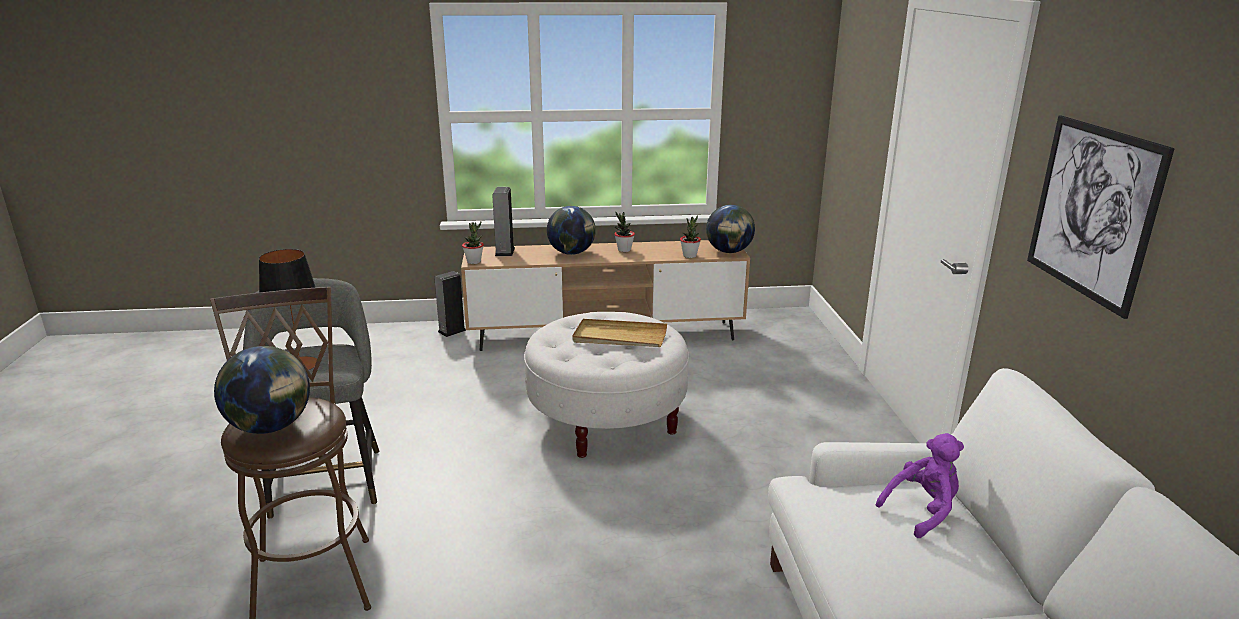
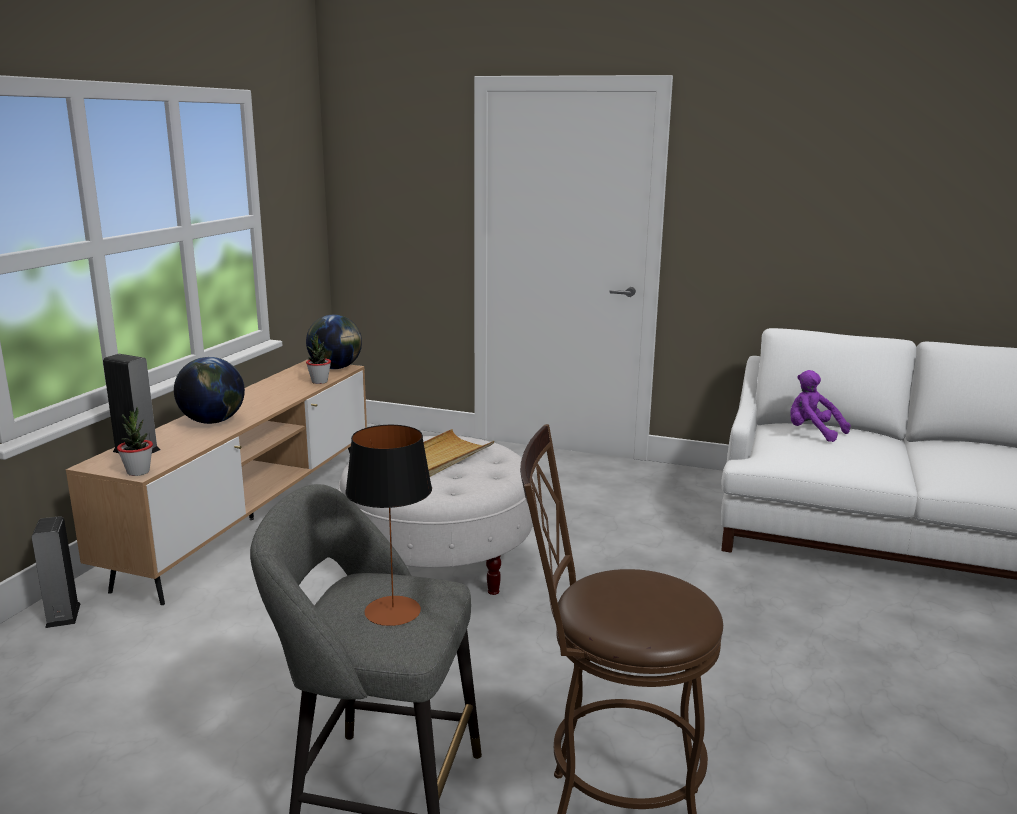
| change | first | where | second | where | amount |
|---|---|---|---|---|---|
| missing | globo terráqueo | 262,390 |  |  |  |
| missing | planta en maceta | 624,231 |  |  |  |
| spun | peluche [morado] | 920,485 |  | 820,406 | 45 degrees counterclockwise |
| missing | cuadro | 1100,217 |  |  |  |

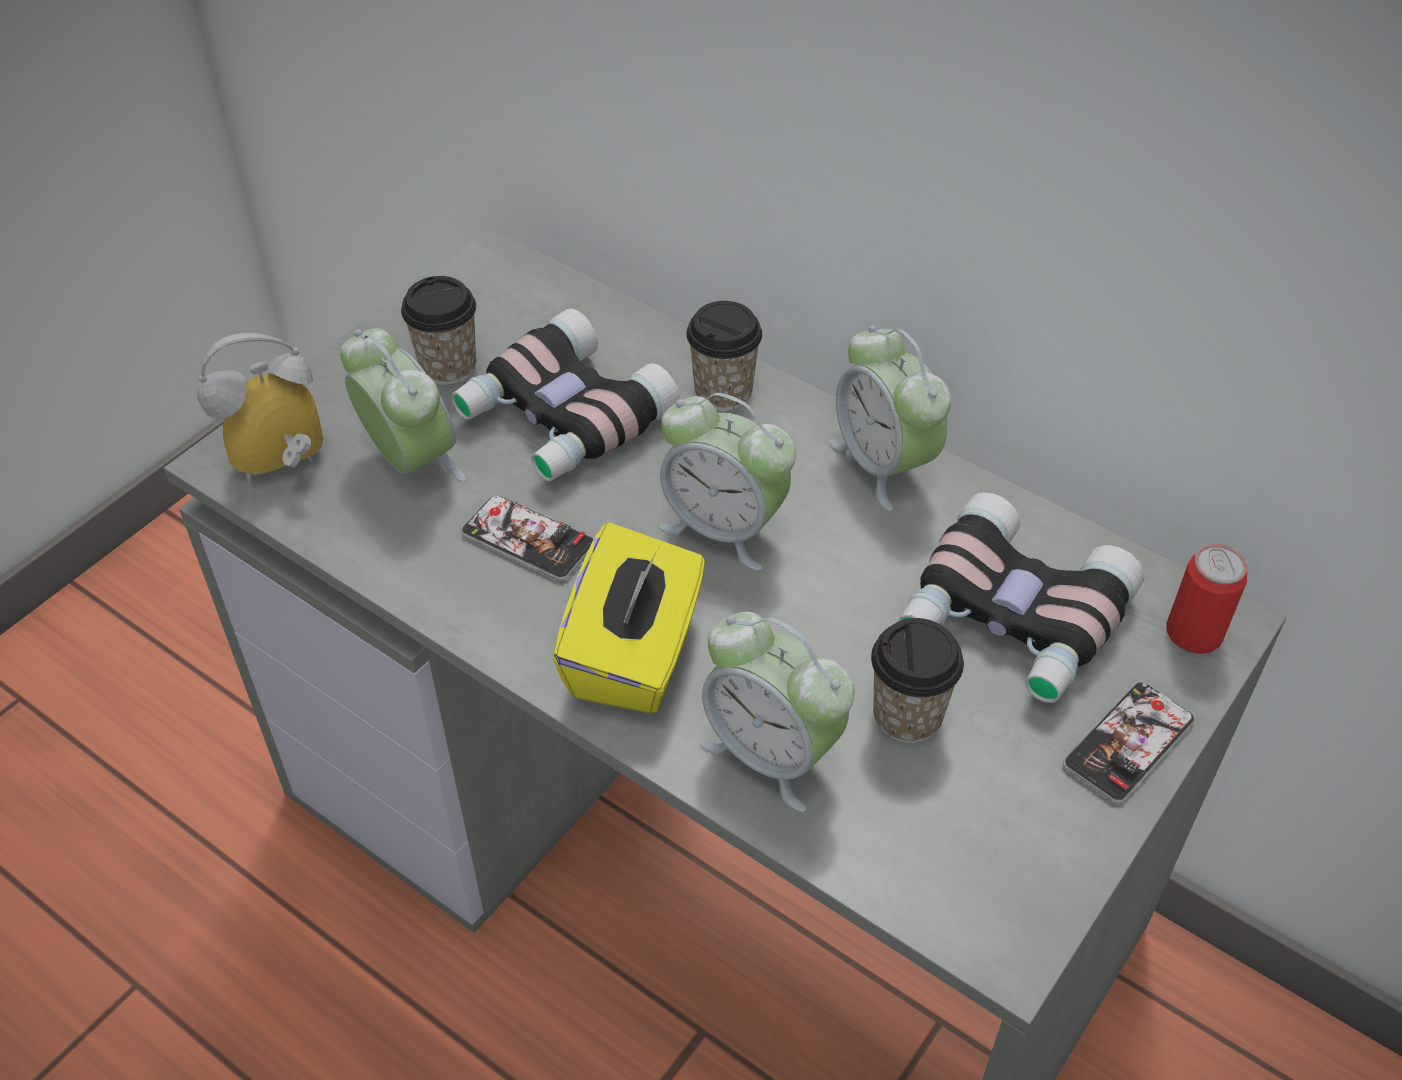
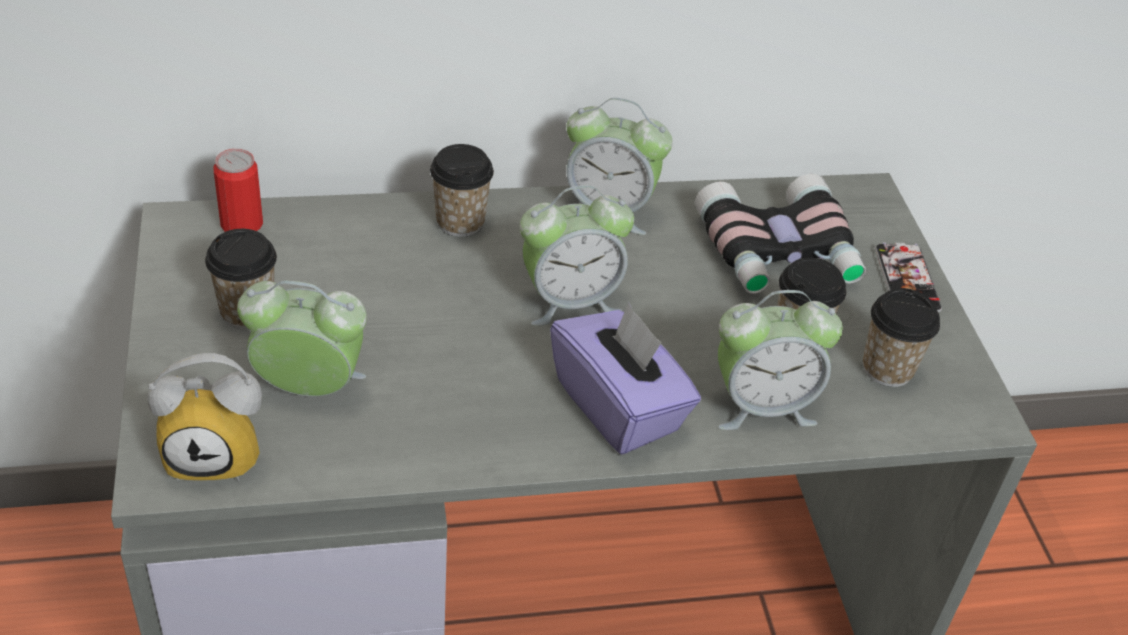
| change | first | where | second | where | amount |
|---|---|---|---|---|---|
| spun | despertador | 260,409 |  | 204,417 | 105 degrees counterclockwise |
| missing | prismáticos | 565,394 |  |  |  |
| missing | móvil | 527,537 |  |  |  |
| colour | caja de pañuelos [amarillo] | 629,618 | caja de pañuelos [morado] | 625,379 |  |
| relocated | lata | 1207,599 |  | 238,190 |  |
| appeared |  |  | taza | 901,337 |  |

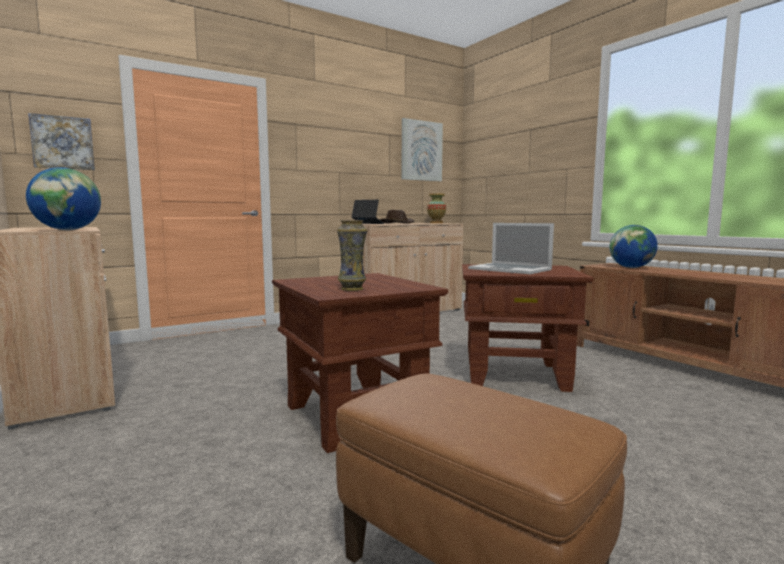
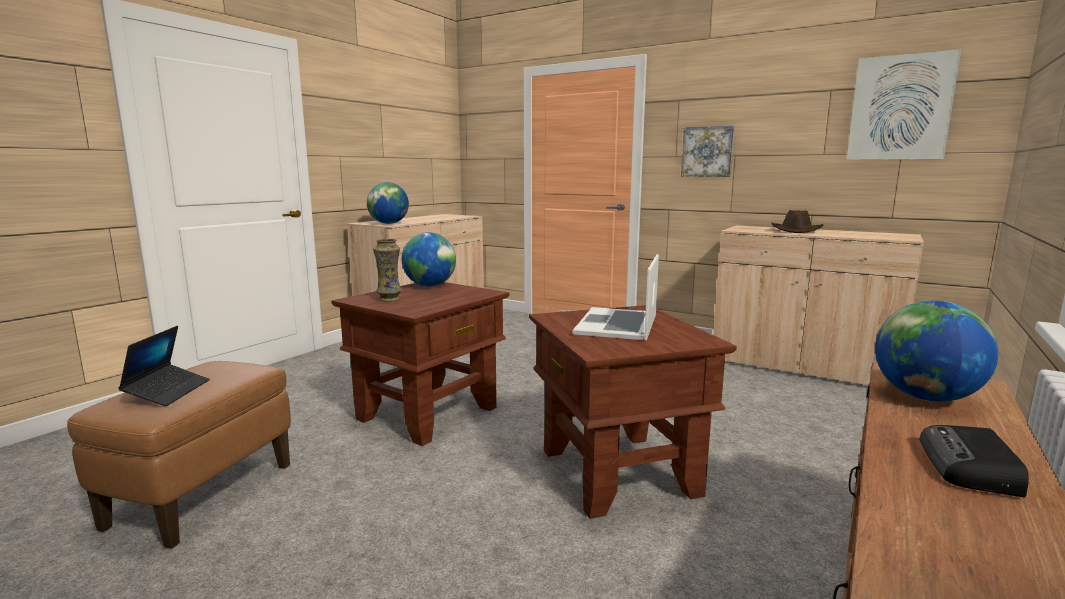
| change | first | where | second | where | amount |
|---|---|---|---|---|---|
| relocated | cuadro | 61,141 |  | 707,151 |  |
| relocated | portátil | 367,212 |  | 164,366 |  |
| missing | florero | 436,208 |  |  |  |
| appeared |  |  | globo terráqueo | 429,259 |  |
| appeared |  |  | radio | 974,461 |  |

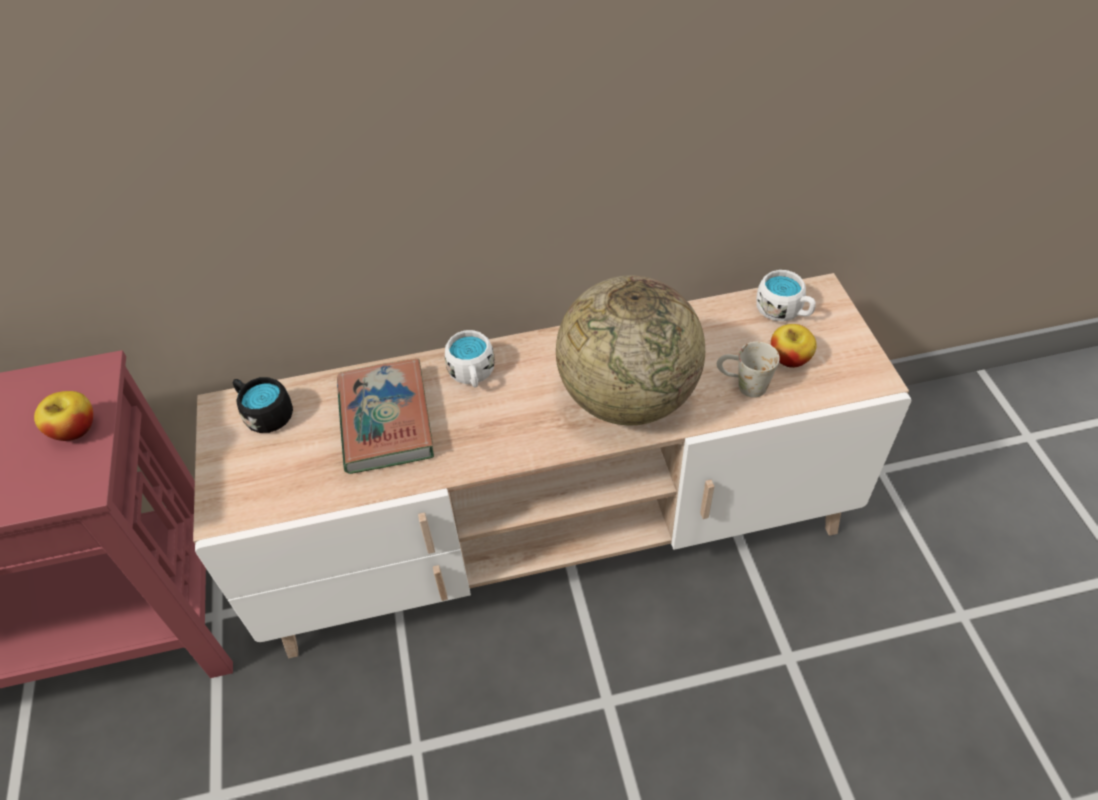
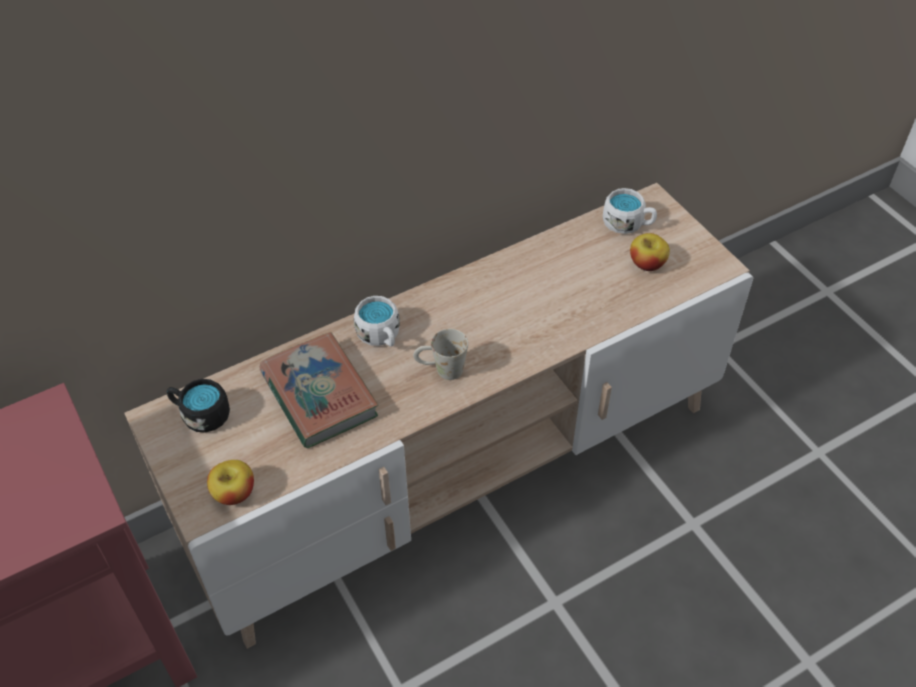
| change | first | where | second | where | amount |
|---|---|---|---|---|---|
| relocated | manzana | 63,416 |  | 230,482 |  |
| missing | globo terráqueo | 630,350 |  |  |  |
| relocated | taza grande [blanco] | 748,370 |  | 440,354 |  |

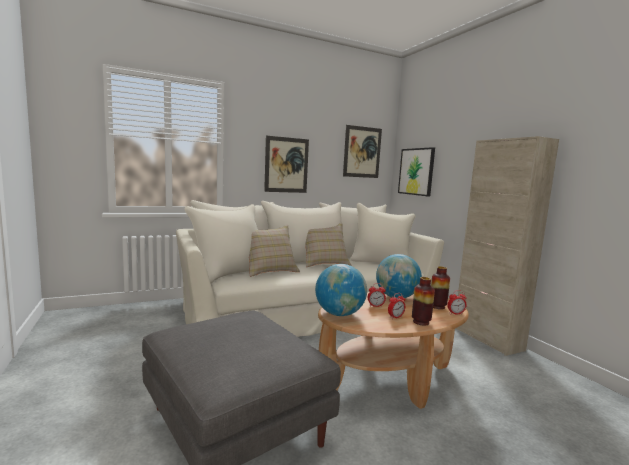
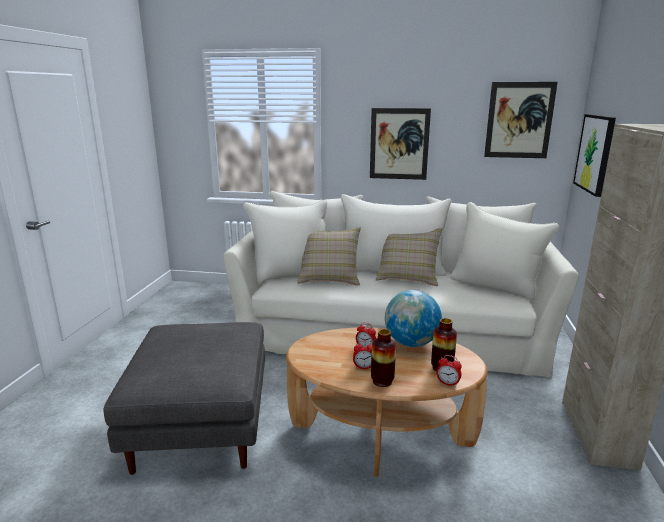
| change | first | where | second | where | amount |
|---|---|---|---|---|---|
| missing | globo terráqueo | 341,290 |  |  |  |

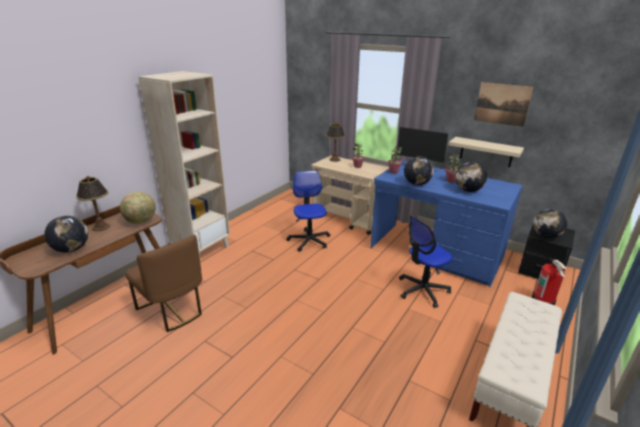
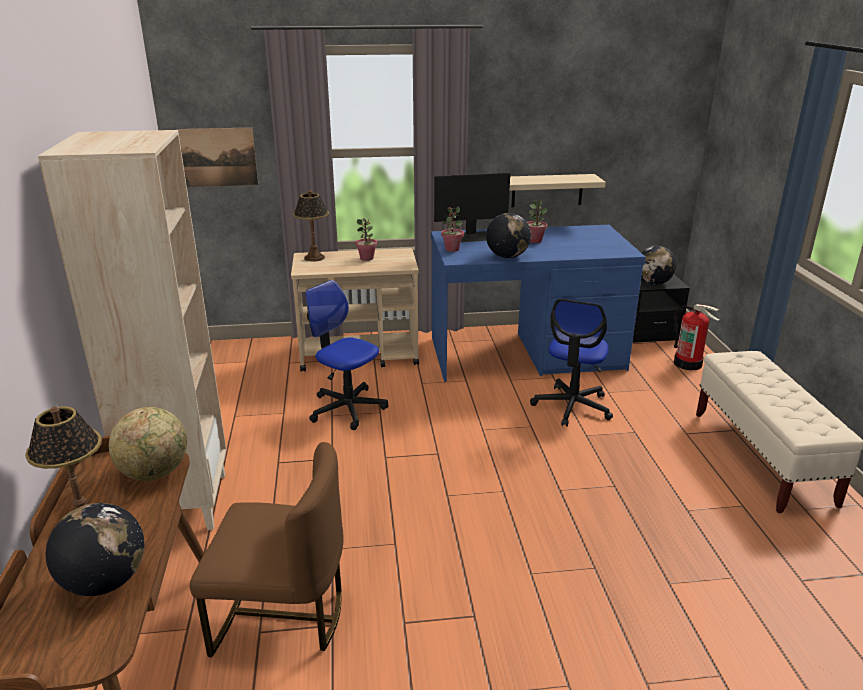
| change | first | where | second | where | amount |
|---|---|---|---|---|---|
| missing | globo terráqueo | 471,177 |  |  |  |
| relocated | cuadro | 503,104 |  | 218,157 |  |

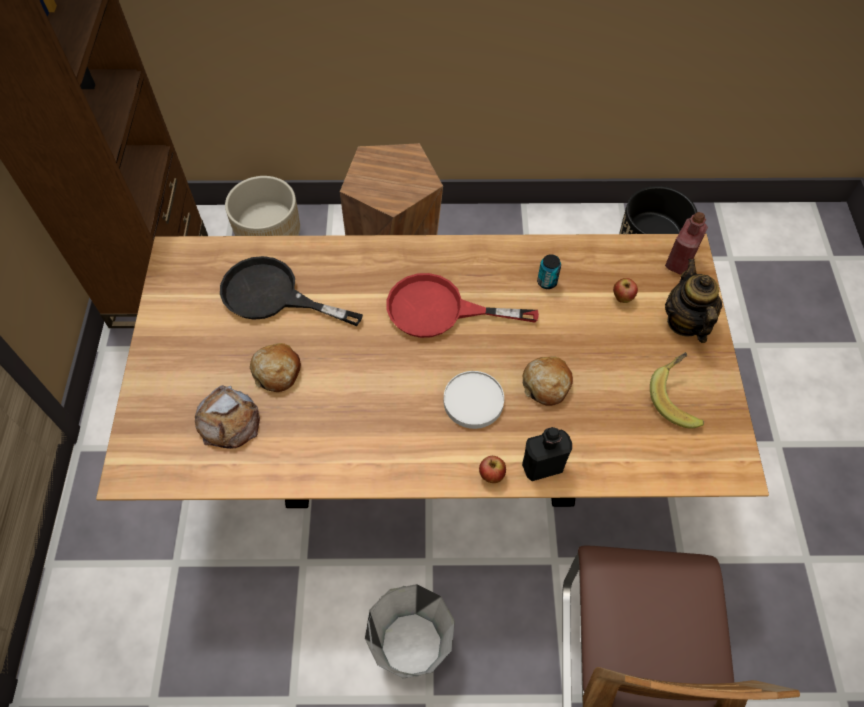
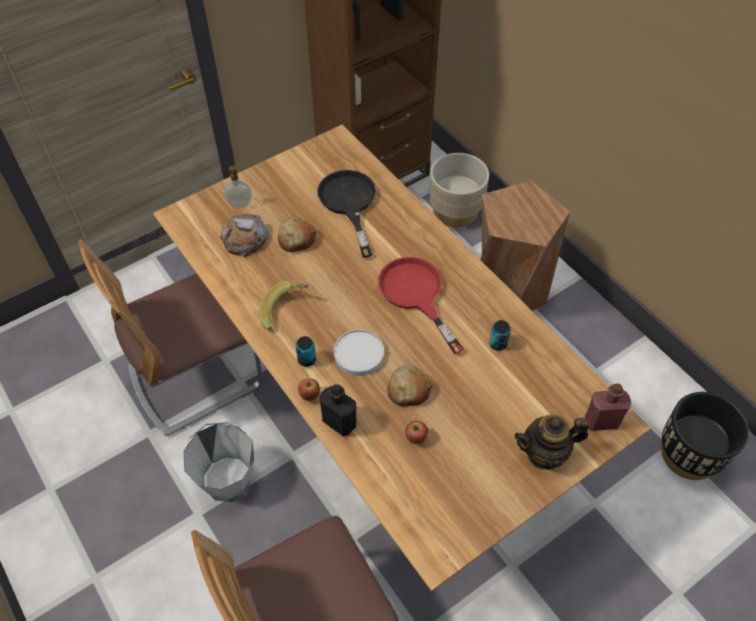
| change | first | where | second | where | amount |
|---|---|---|---|---|---|
| relocated | manzana | 625,290 |  | 416,432 |  |
| relocated | plátano | 677,390 |  | 283,306 |  |
| spun | tetera | 693,301 |  | 551,442 | 150 degrees counterclockwise |
| appeared |  |  | silla | 171,337 |  |
| appeared |  |  | dispensador de jabón | 238,186 |  |
| appeared |  |  | lata | 306,351 |  |

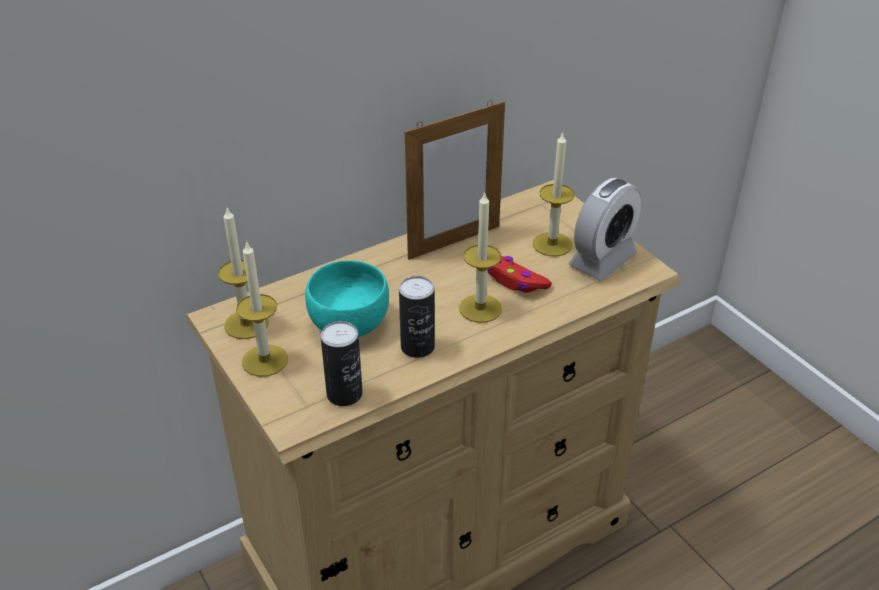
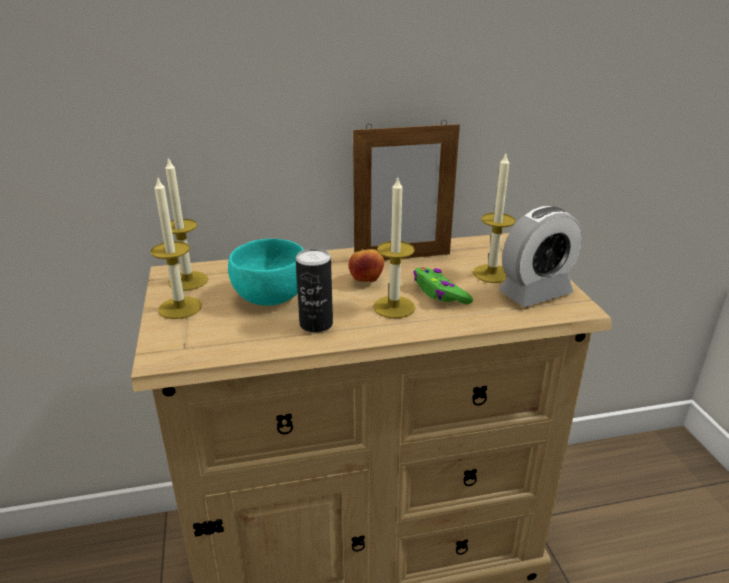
| change | first | where | second | where | amount |
|---|---|---|---|---|---|
| missing | lata | 342,363 |  |  |  |
| colour | mando de consola [rojo] | 519,274 | mando de consola [verde] | 443,285 |  |
| appeared |  |  | manzana | 366,265 |  |

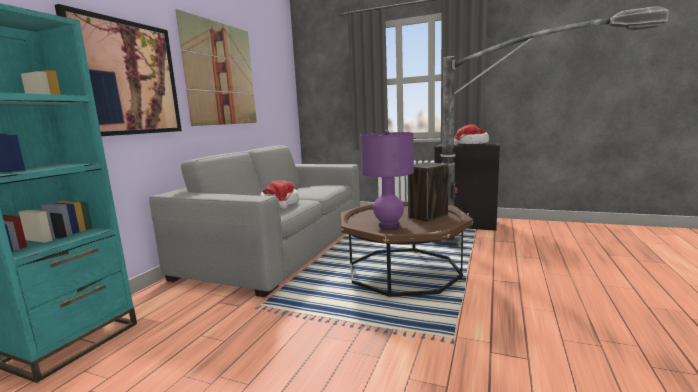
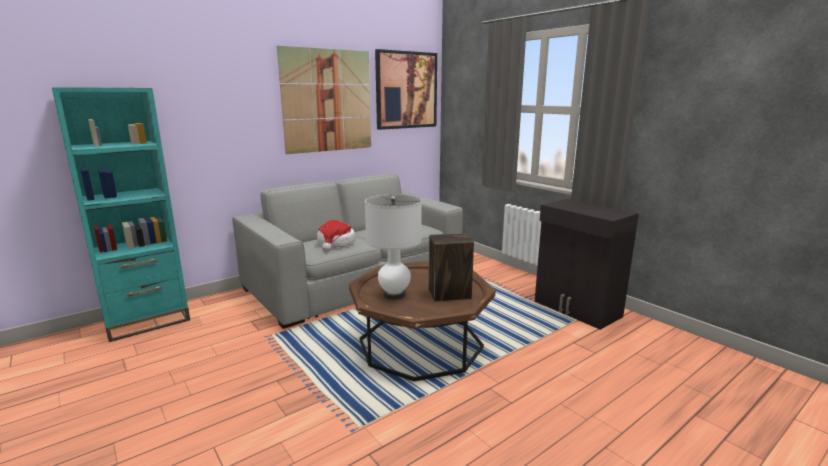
| change | first | where | second | where | amount |
|---|---|---|---|---|---|
| relocated | cuadro | 118,70 |  | 406,89 |  |
| colour | lámpara de mesa [morado] | 387,179 | lámpara de mesa [blanco] | 393,246 |  |
| missing | lámpara de pie | 550,127 |  |  |  |
| missing | sombrero | 471,134 |  |  |  |

